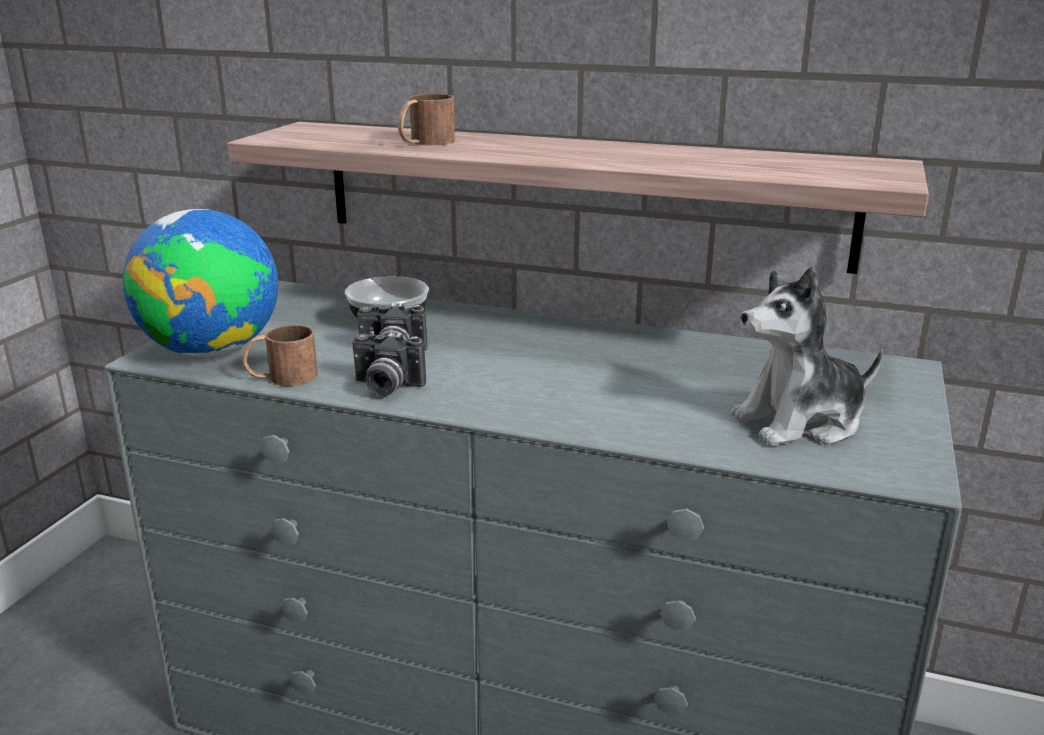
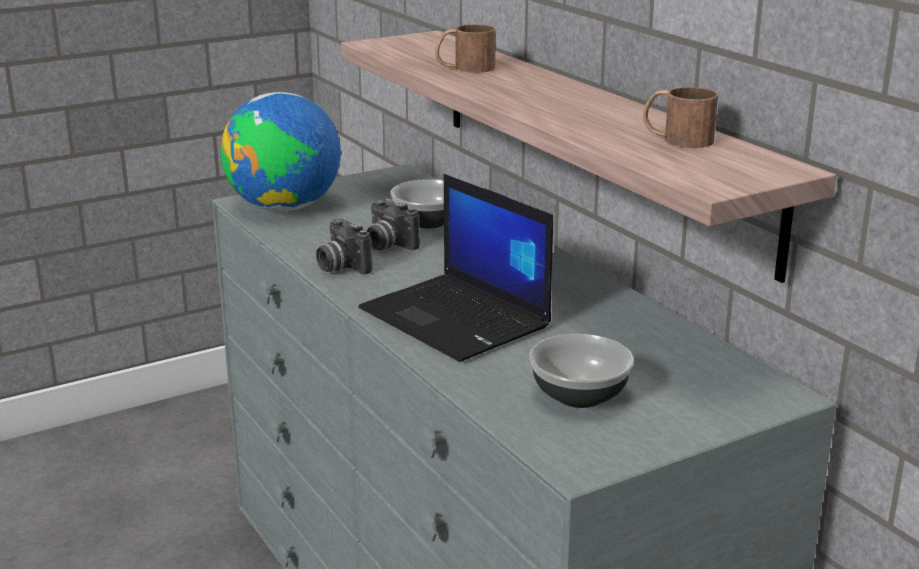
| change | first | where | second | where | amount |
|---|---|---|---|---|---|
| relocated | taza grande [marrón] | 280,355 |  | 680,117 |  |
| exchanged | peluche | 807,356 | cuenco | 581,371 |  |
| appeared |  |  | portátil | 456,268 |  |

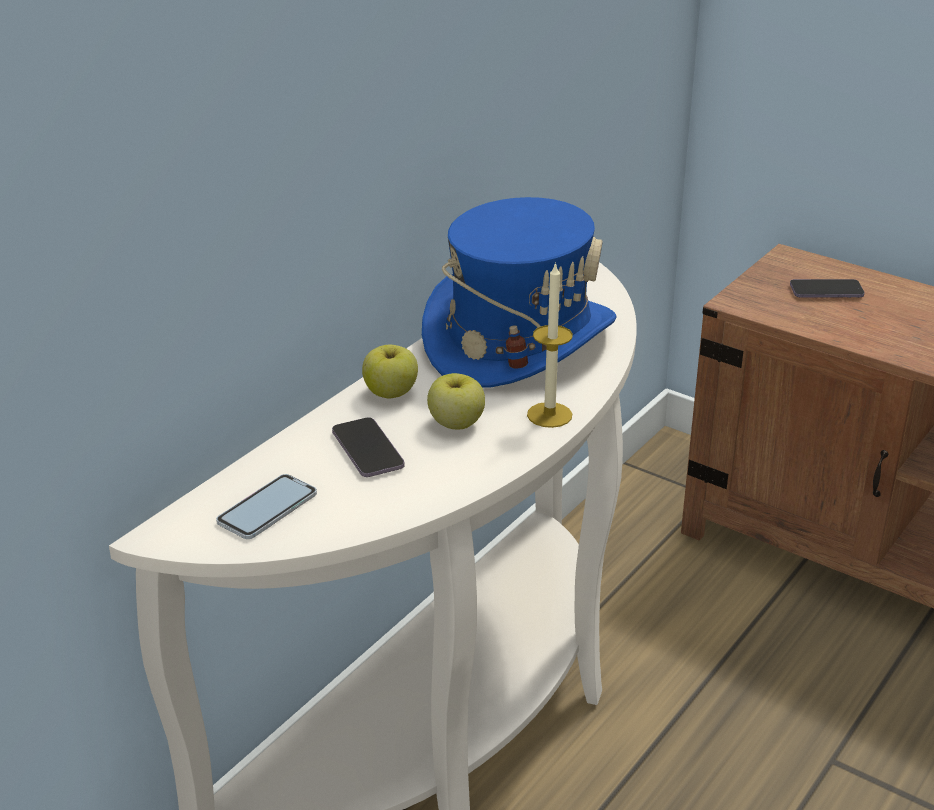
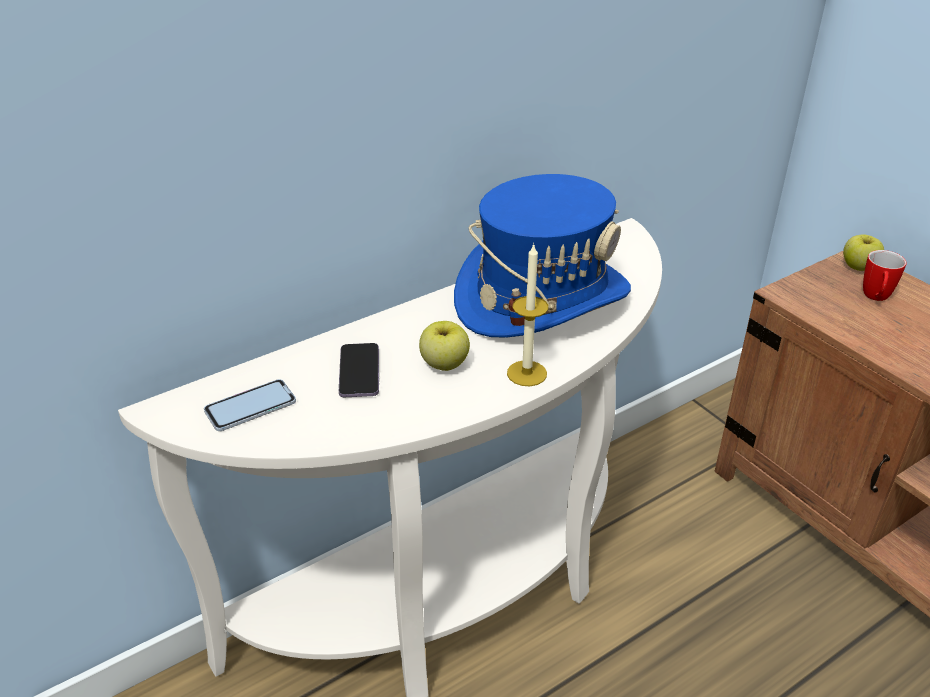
| change | first | where | second | where | amount |
|---|---|---|---|---|---|
| relocated | manzana | 390,371 |  | 863,253 |  |
| exchanged | móvil | 827,288 | taza grande | 885,275 |  |

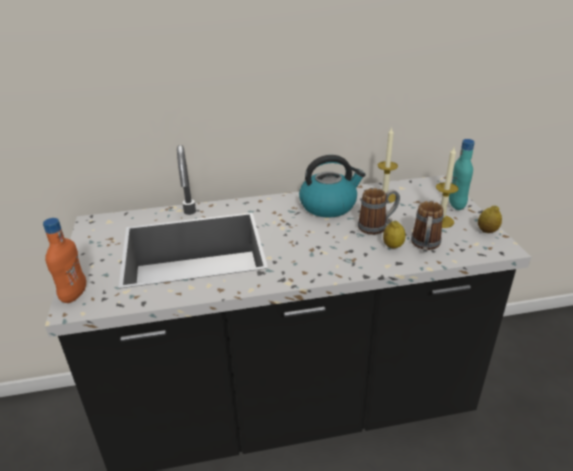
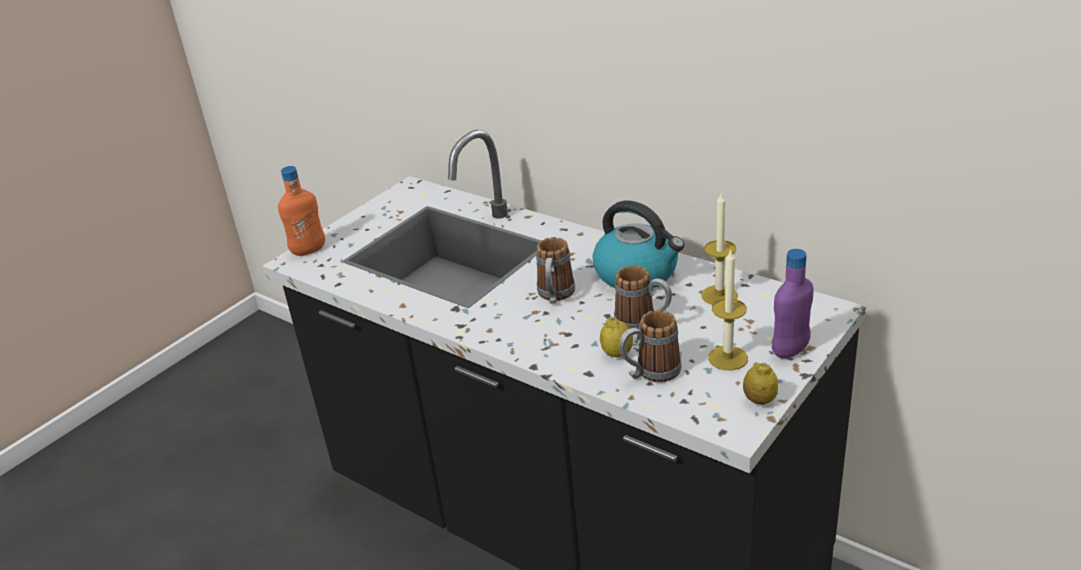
| change | first | where | second | where | amount |
|---|---|---|---|---|---|
| colour | botella [turquesa] | 462,174 | botella [morado] | 793,304 |  |
| appeared |  |  | taza grande | 555,270 |  |

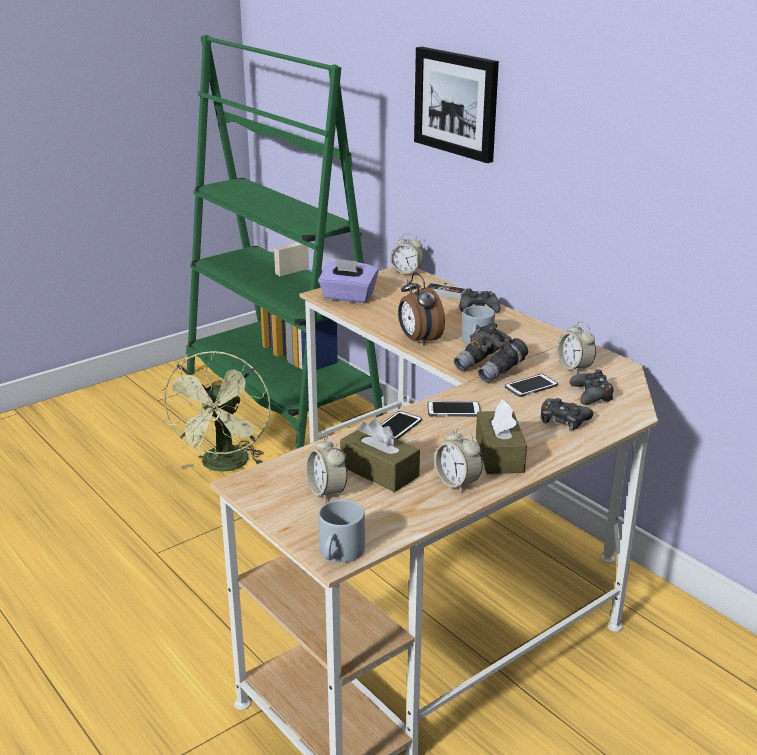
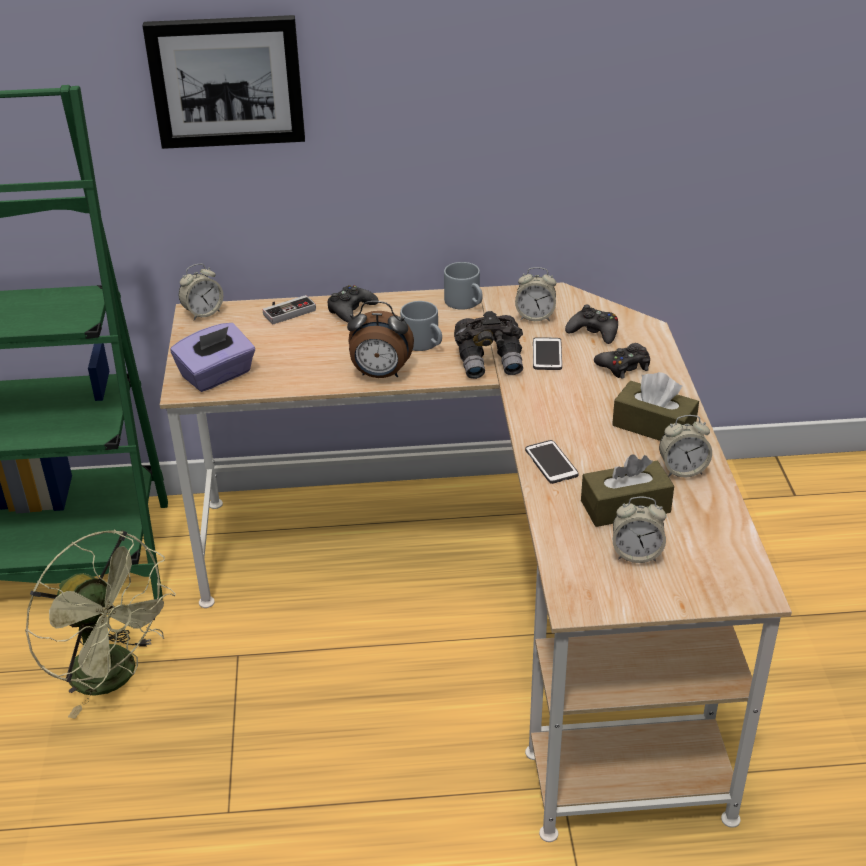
| change | first | where | second | where | amount |
|---|---|---|---|---|---|
| relocated | taza grande [gris] | 341,531 |  | 463,286 |  |
| missing | móvil | 454,409 |  |  |  |

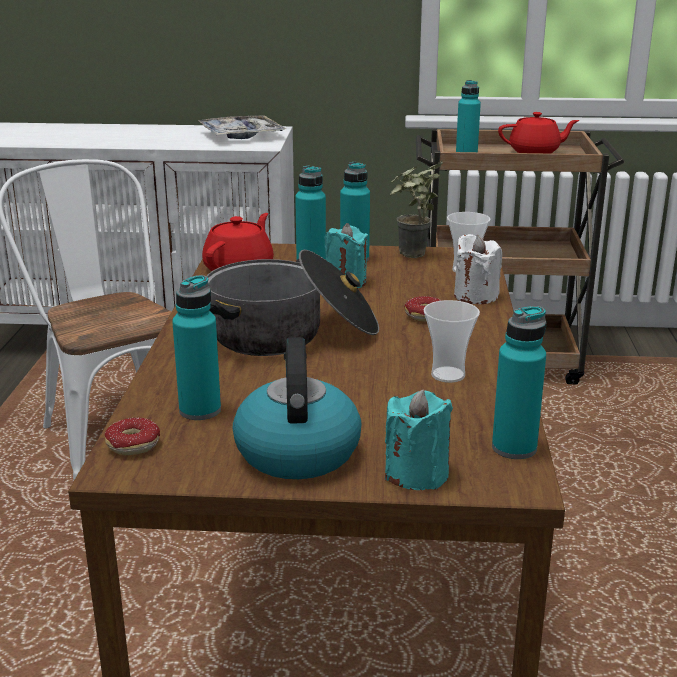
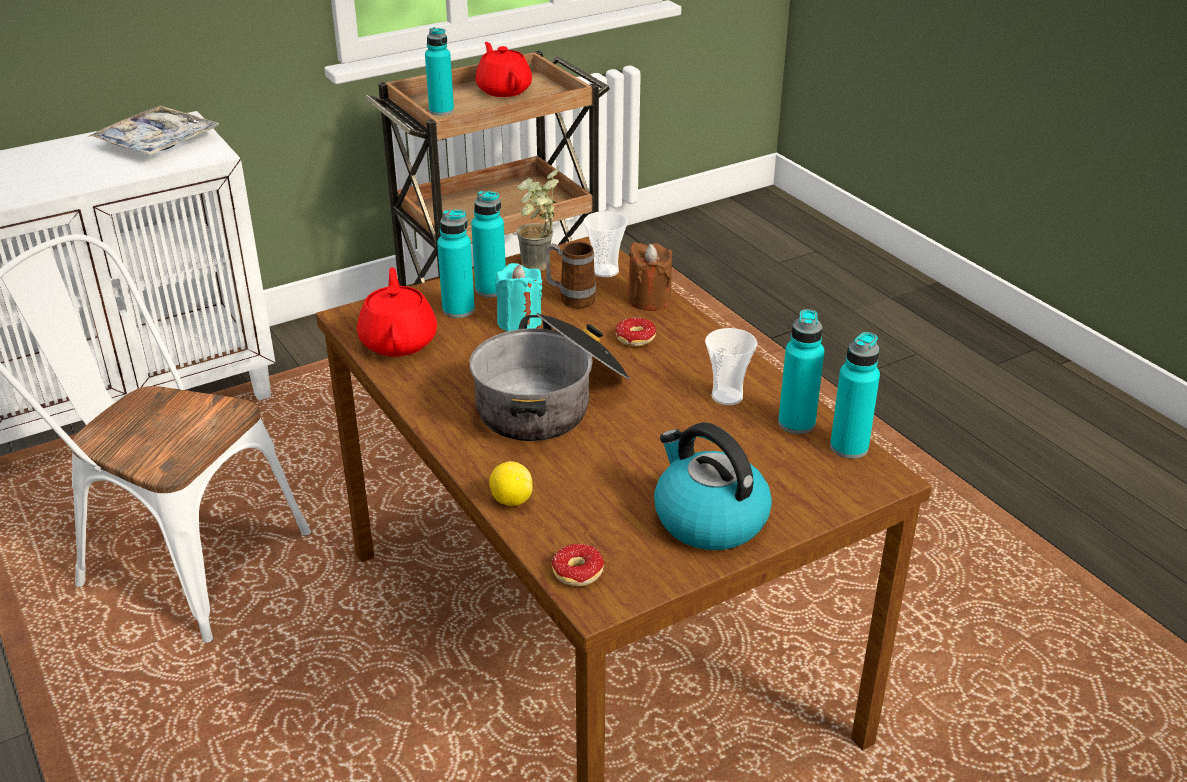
| change | first | where | second | where | amount |
|---|---|---|---|---|---|
| relocated | botella [turquesa] | 196,347 |  | 801,371 |  |
| missing | vela [turquesa] | 419,439 |  |  |  |
| colour | vela [blanco] | 478,269 | vela [marrón] | 650,276 |  |
| spun | tetera [rojo] | 538,132 |  | 504,69 | 75 degrees counterclockwise |
| appeared |  |  | limón | 511,483 |  |
| appeared |  |  | taza grande | 570,275 |  |

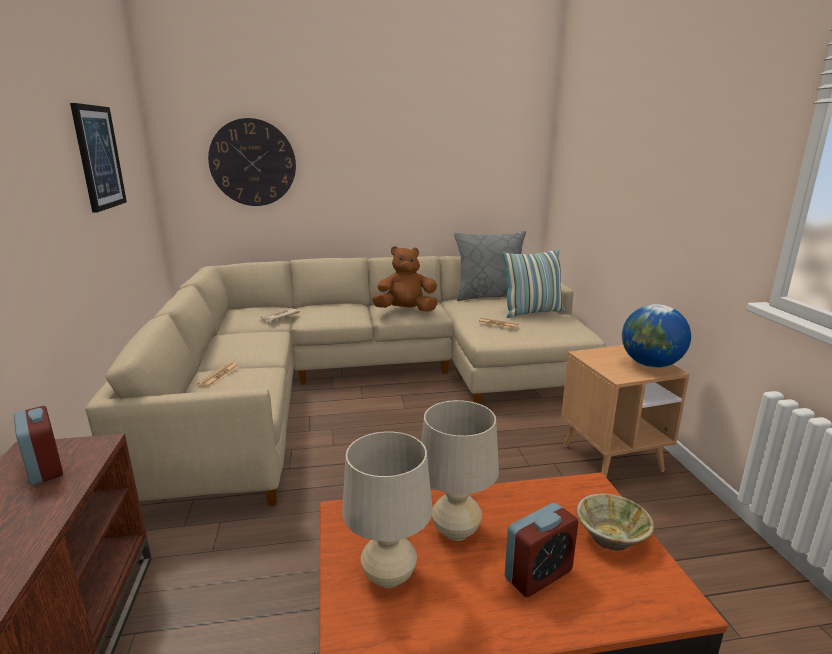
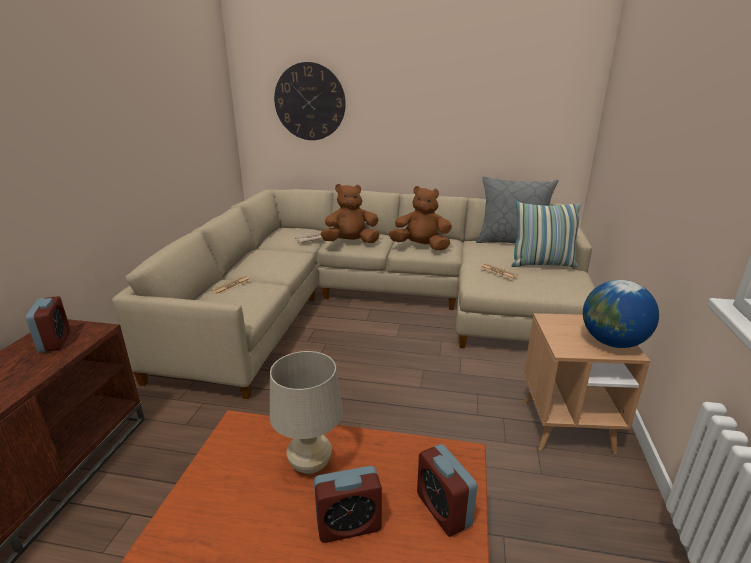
| change | first | where | second | where | amount |
|---|---|---|---|---|---|
| missing | cuadro | 98,158 |  |  |  |
| missing | lámpara de mesa [beis] | 387,510 |  |  |  |
| exchanged | cuenco [beis] | 615,522 | despertador | 447,490 |  |
| appeared |  |  | peluche [marrón] | 350,213 |  |

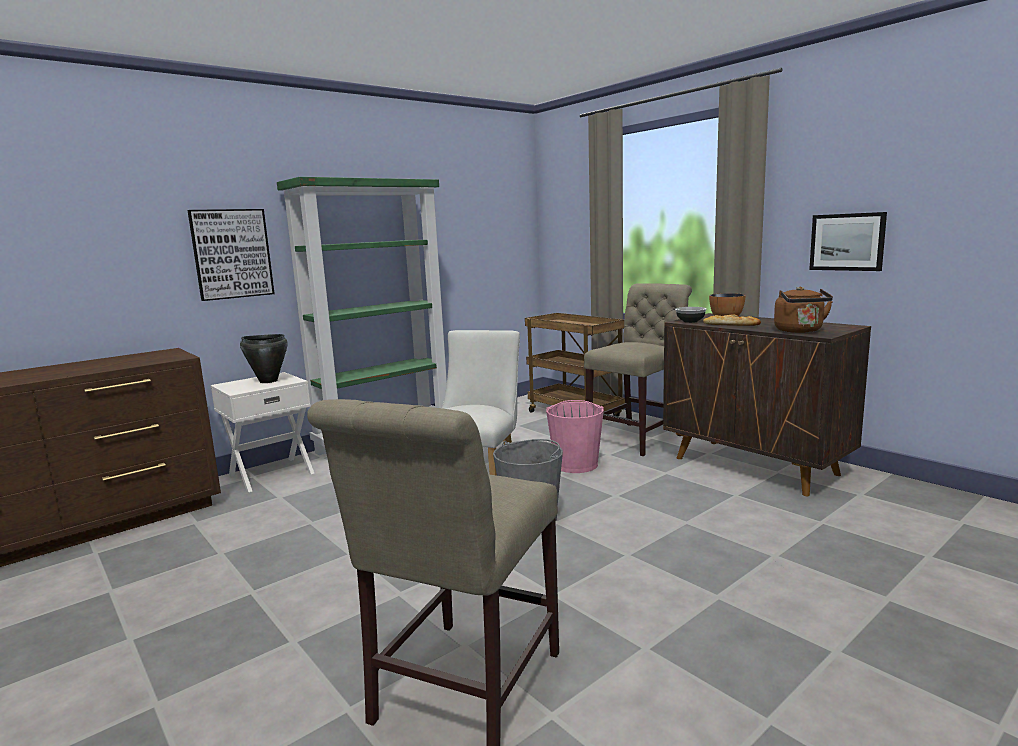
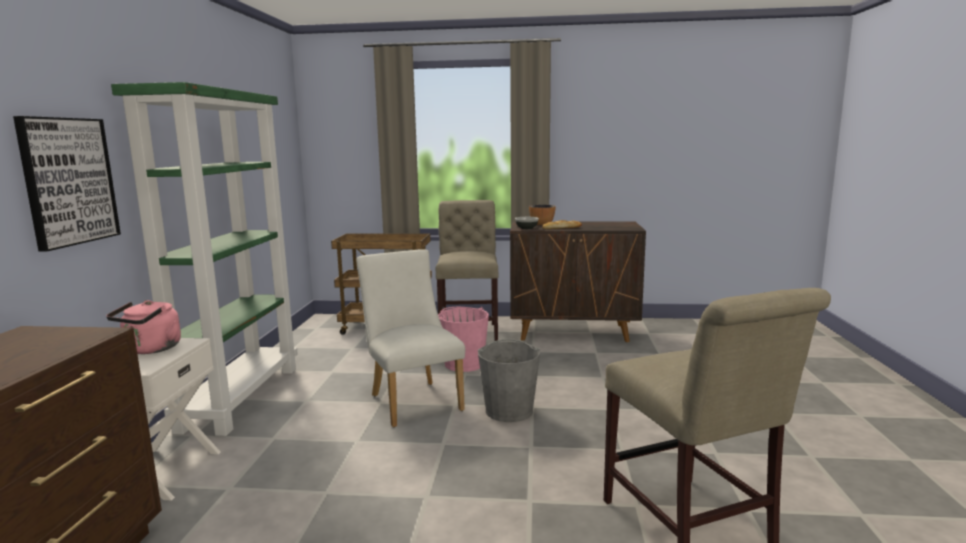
| change | first | where | second | where | amount |
|---|---|---|---|---|---|
| exchanged | olla [negro] | 264,358 | hervidor [rosa] | 143,327 |  |
| missing | hervidor [marrón] | 803,310 |  |  |  |
| missing | cuadro | 848,241 |  |  |  |

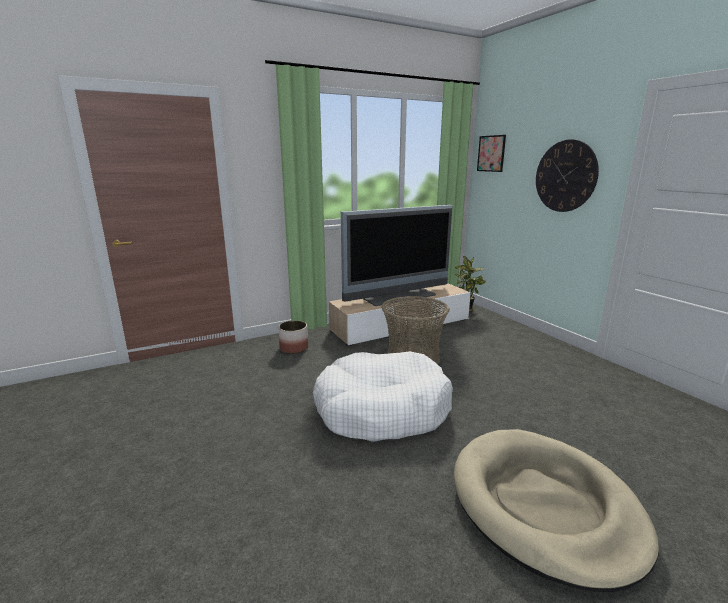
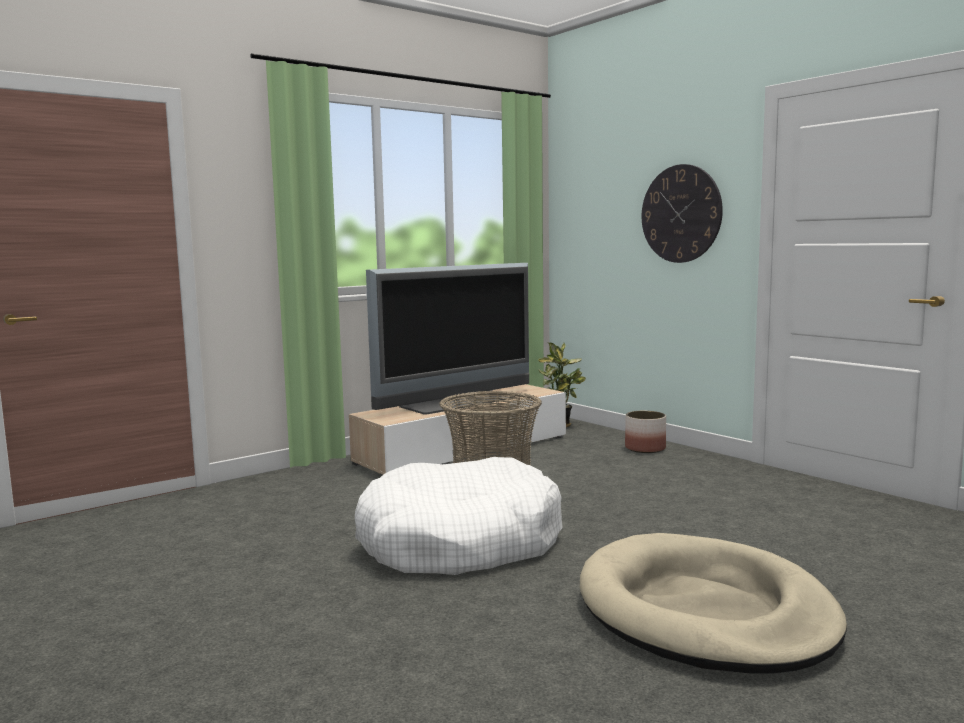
| change | first | where | second | where | amount |
|---|---|---|---|---|---|
| relocated | maceta | 293,337 |  | 645,432 |  |
| missing | cuadro | 491,153 |  |  |  |

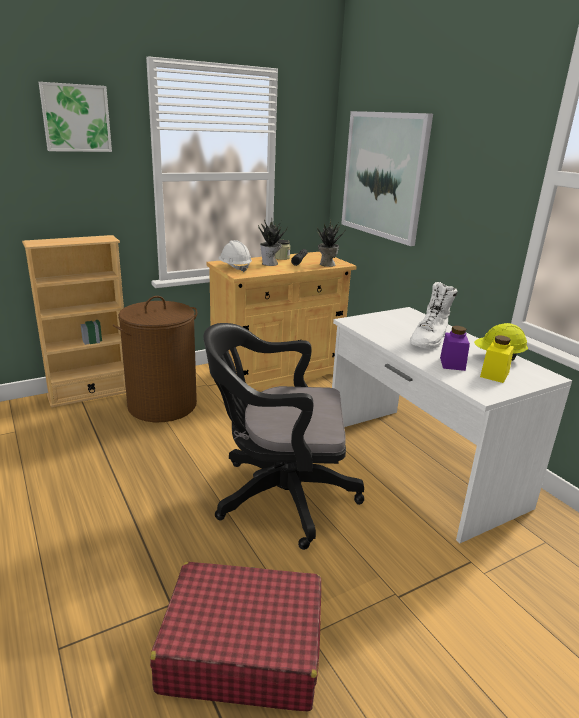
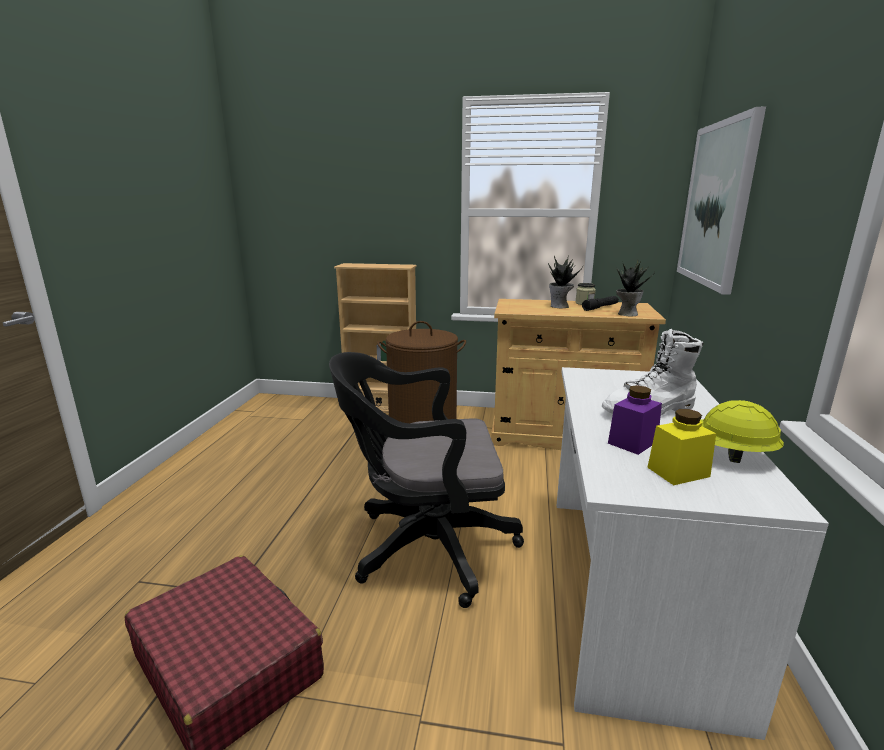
| change | first | where | second | where | amount |
|---|---|---|---|---|---|
| missing | cuadro | 75,117 |  |  |  |
| spun | silla de oficina [negro] | 283,436 |  | 426,480 | 45 degrees counterclockwise |
| missing | casco [blanco] | 235,256 |  |  |  |

